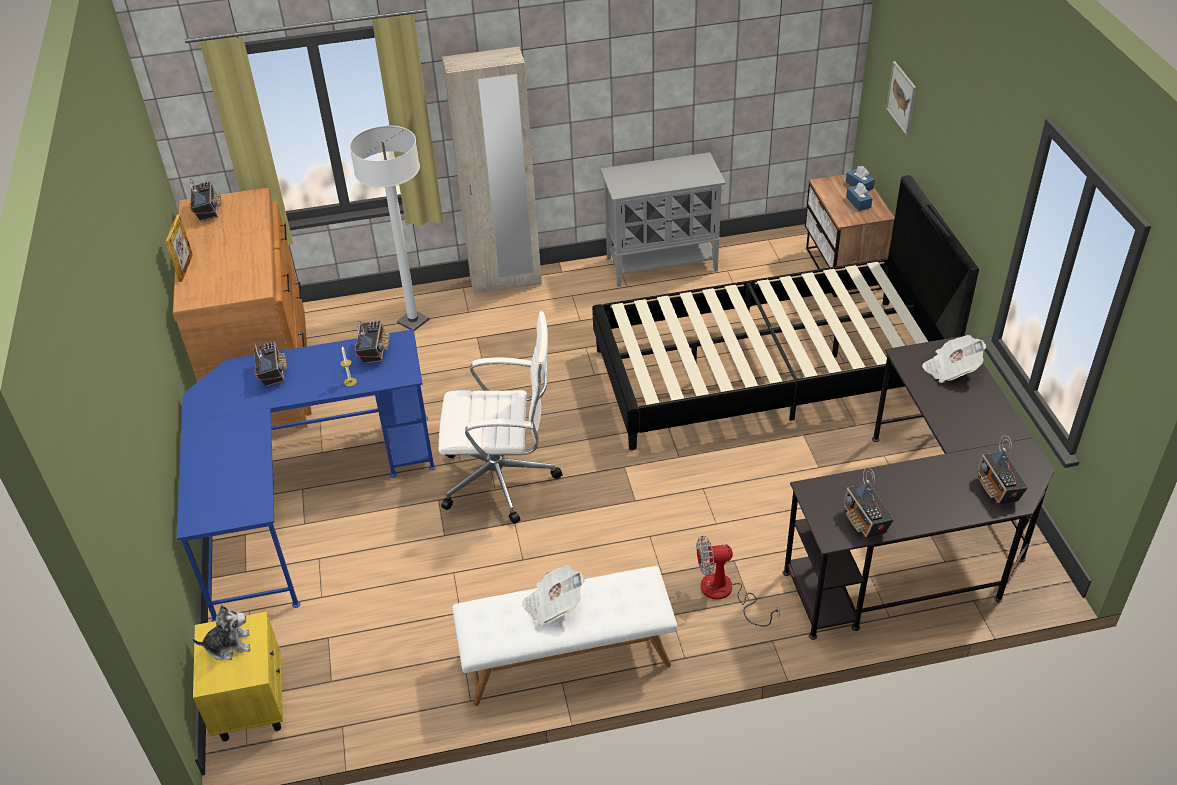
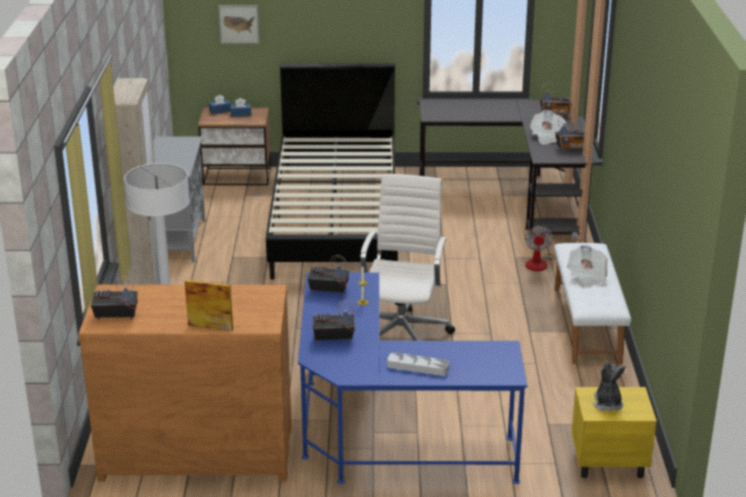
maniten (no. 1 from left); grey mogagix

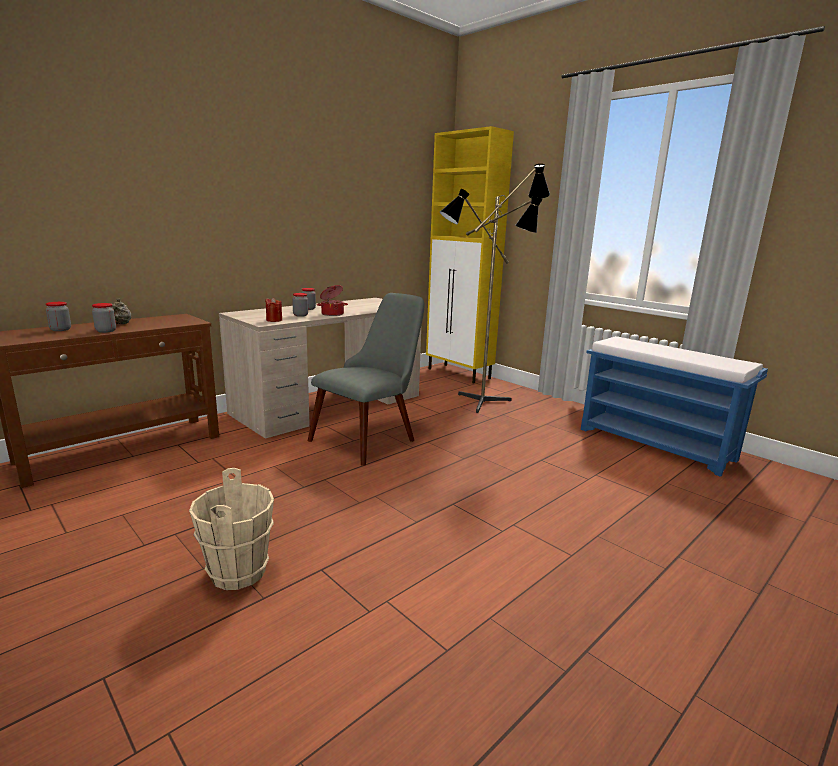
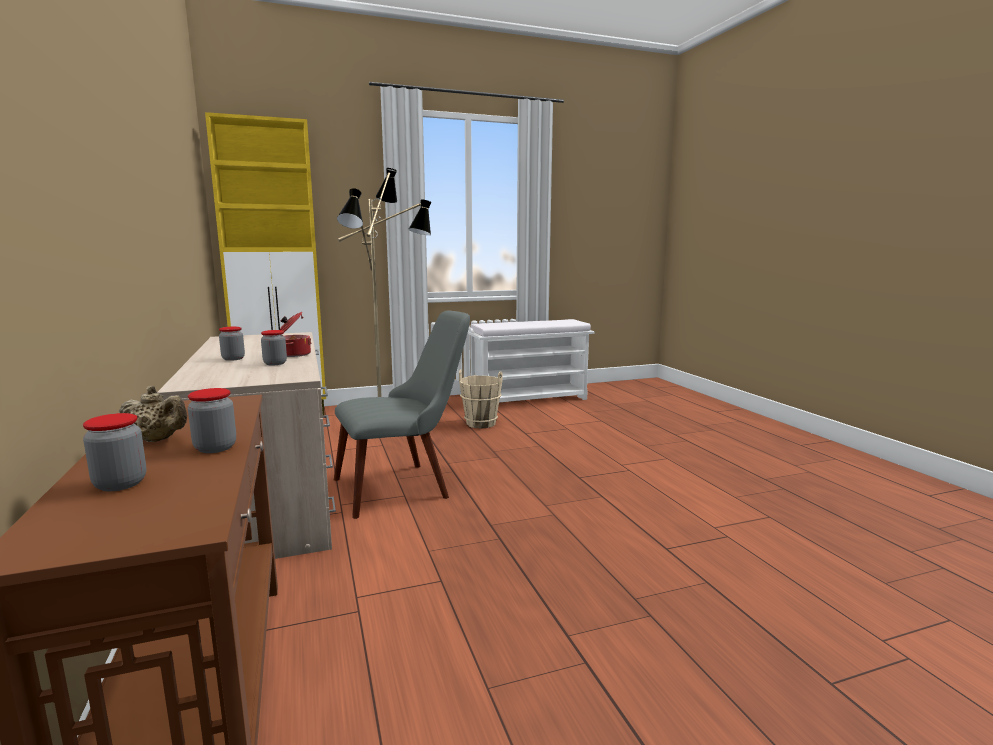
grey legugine; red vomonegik; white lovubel; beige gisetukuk

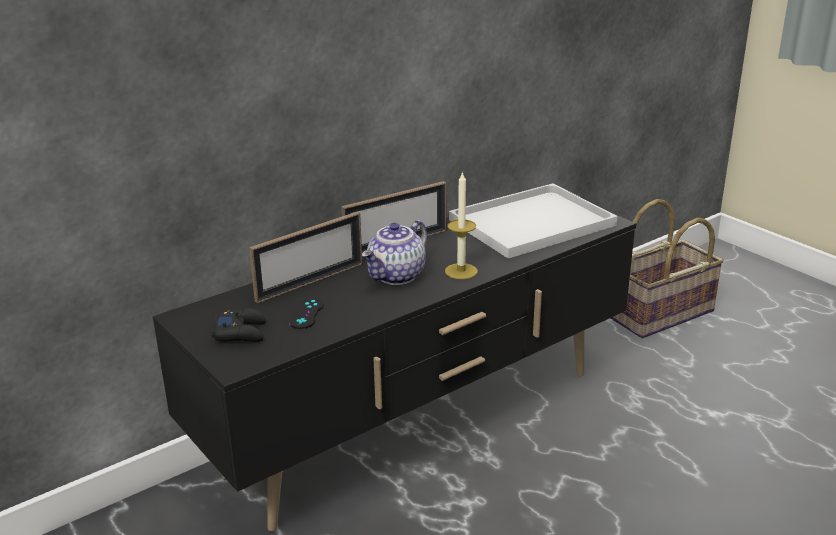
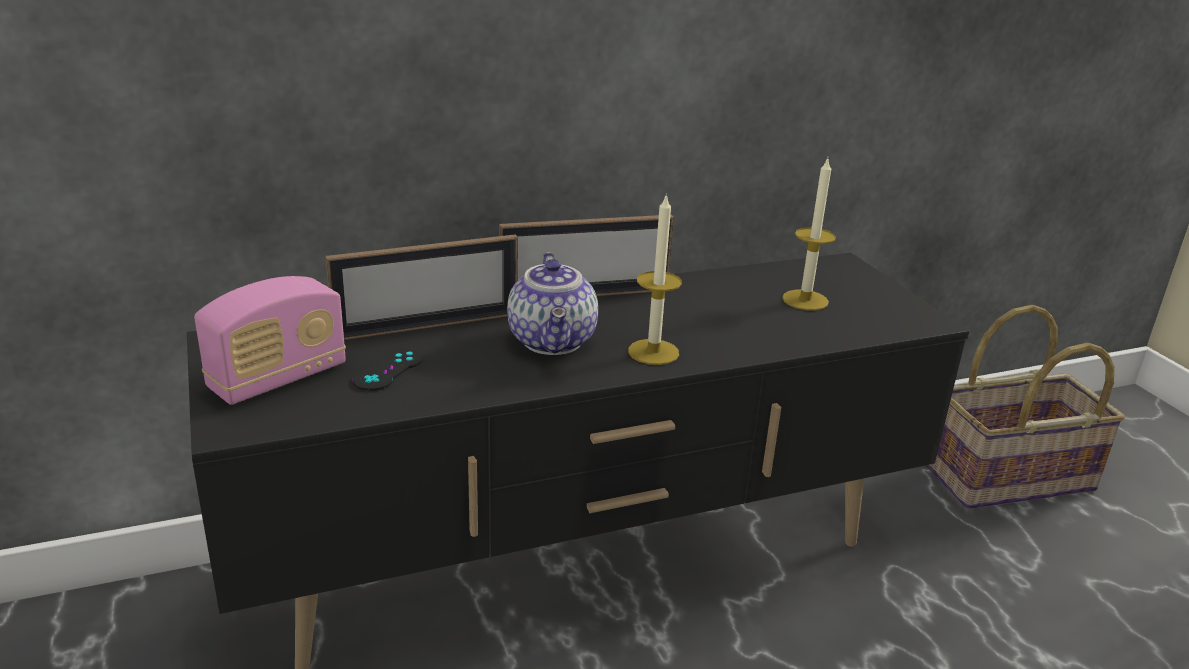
vomonegik (no. 2 from left); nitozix; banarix

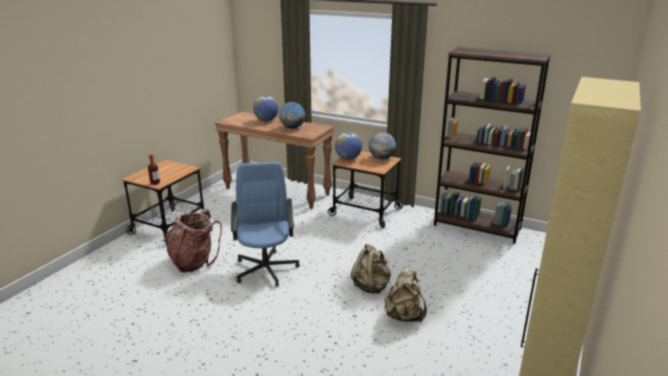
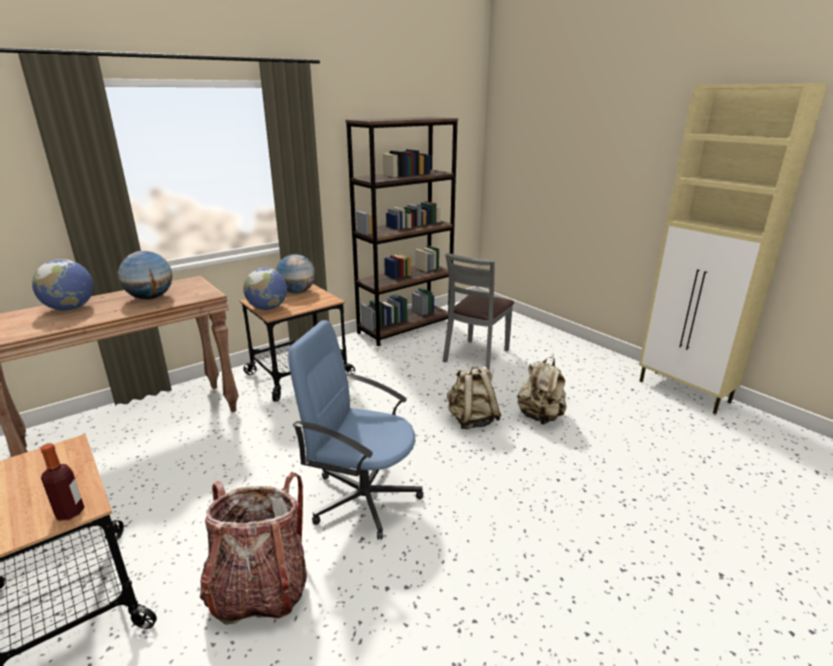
grey legugine

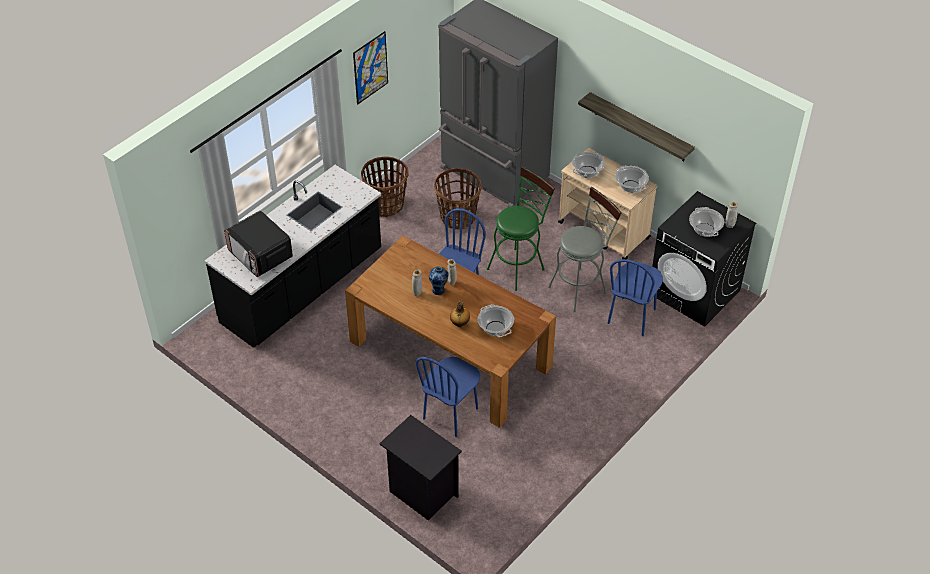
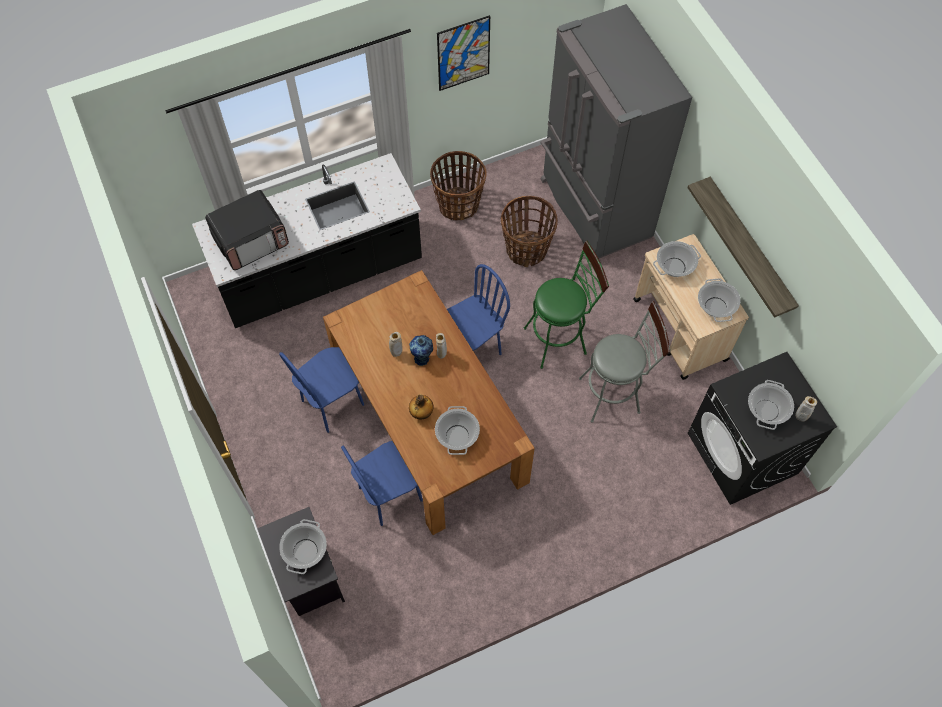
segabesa; blue legugine (no. 1 from left); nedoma (no. 1 from left)

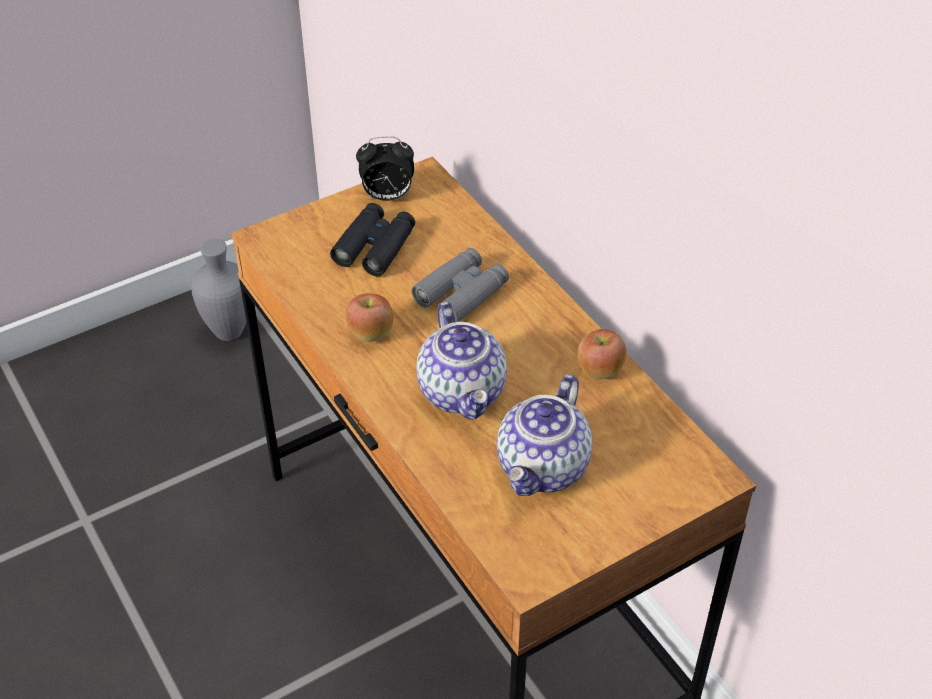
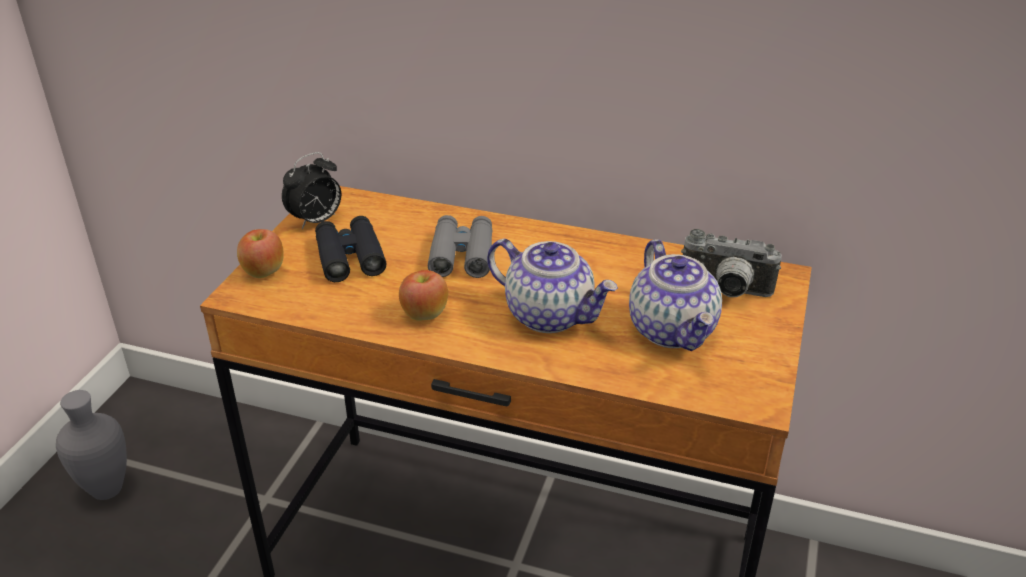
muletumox (no. 1 from left); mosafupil

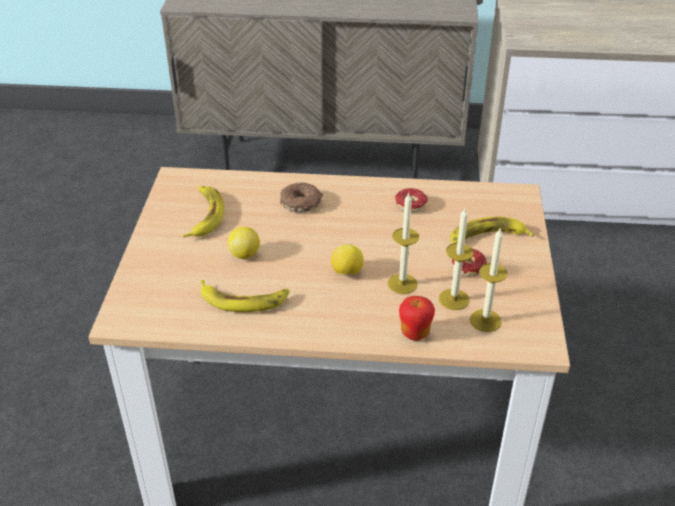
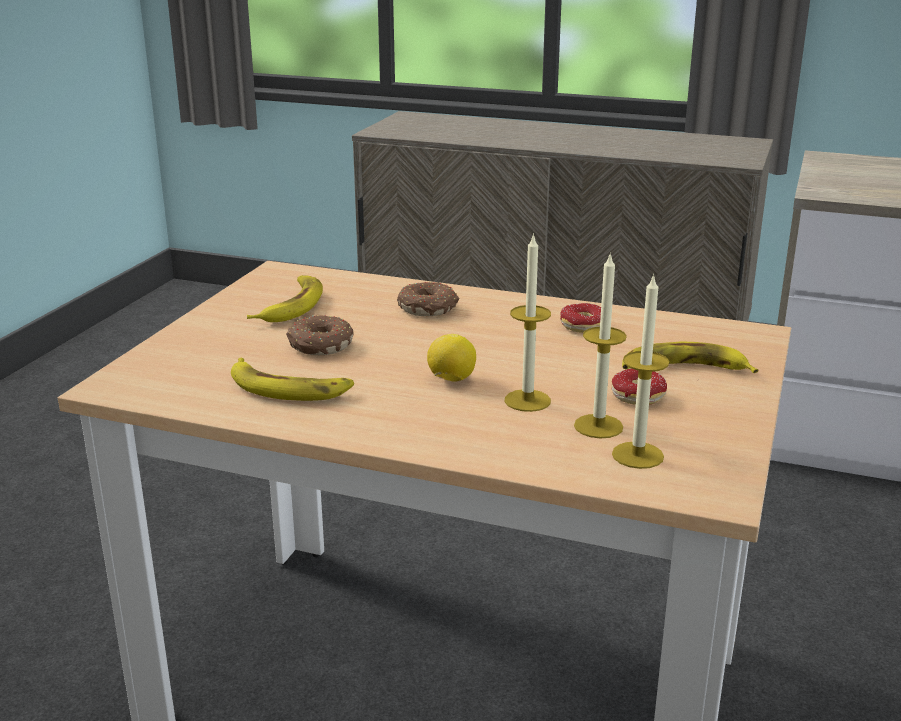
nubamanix (no. 1 from left); muletumox

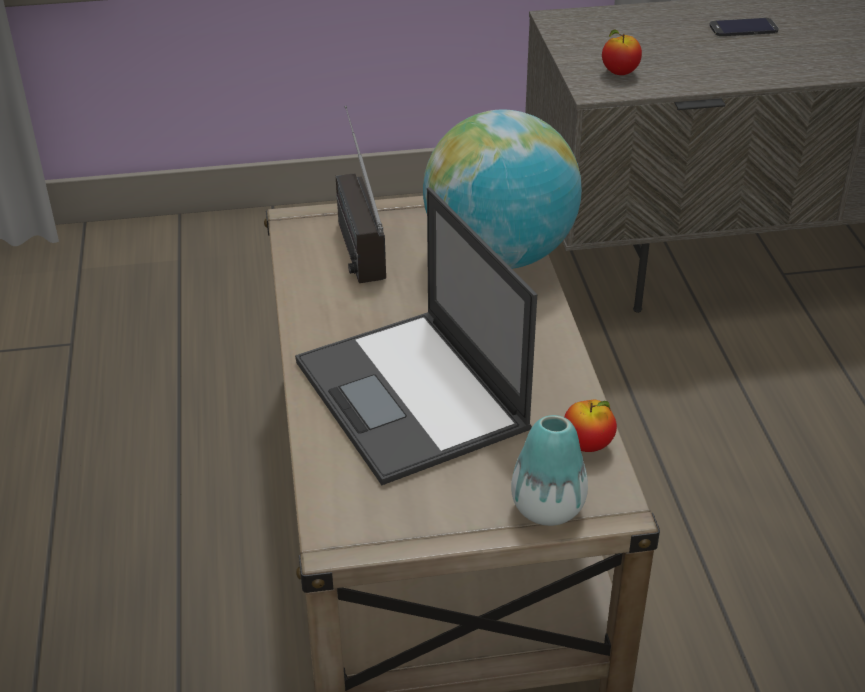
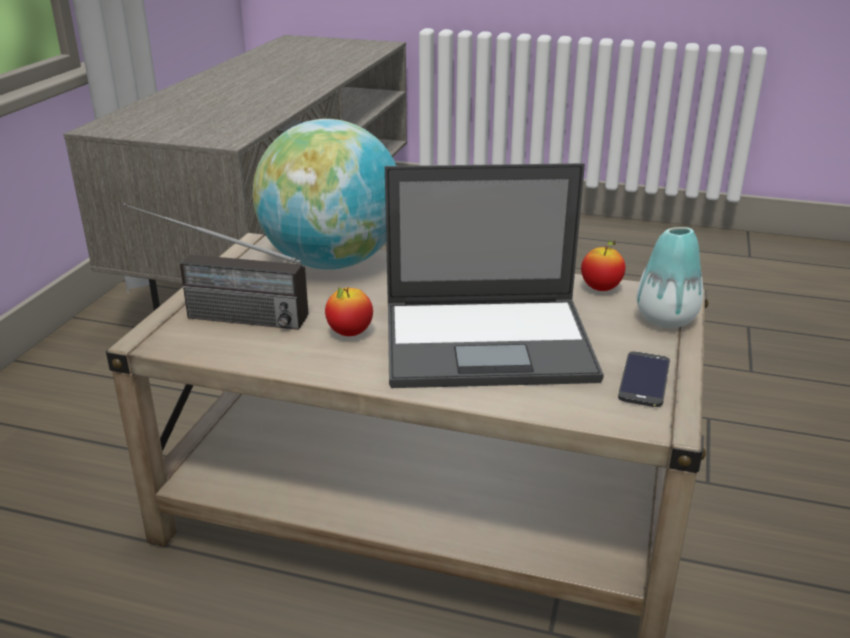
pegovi; muletumox (no. 1 from left)

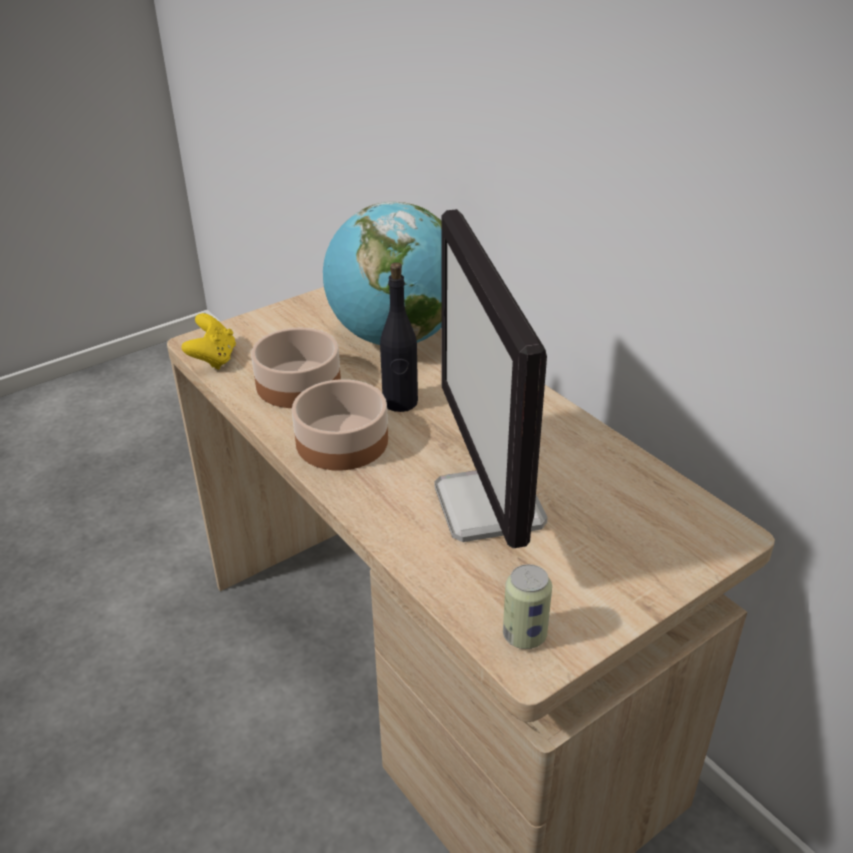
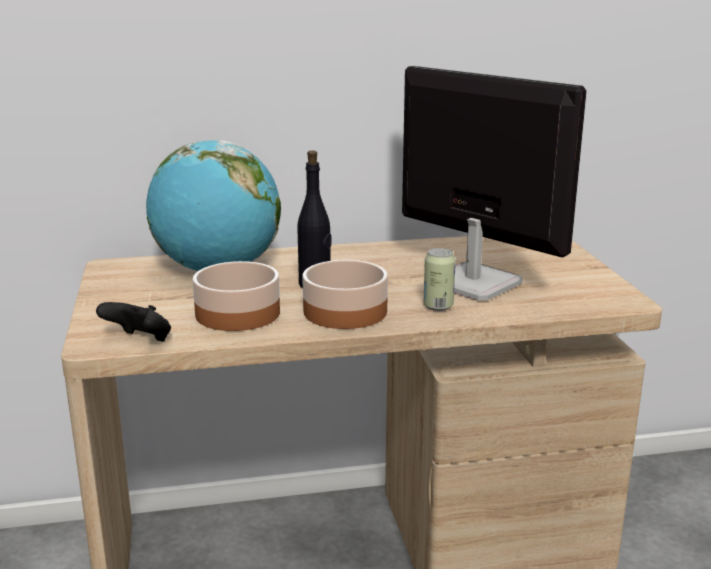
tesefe; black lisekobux; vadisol

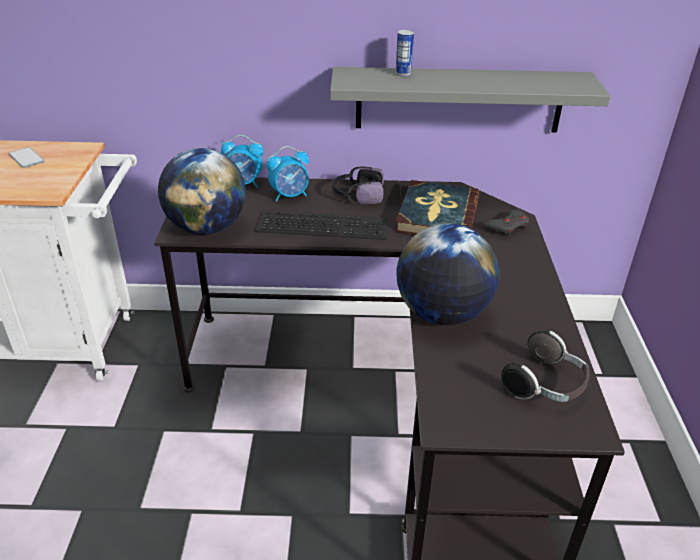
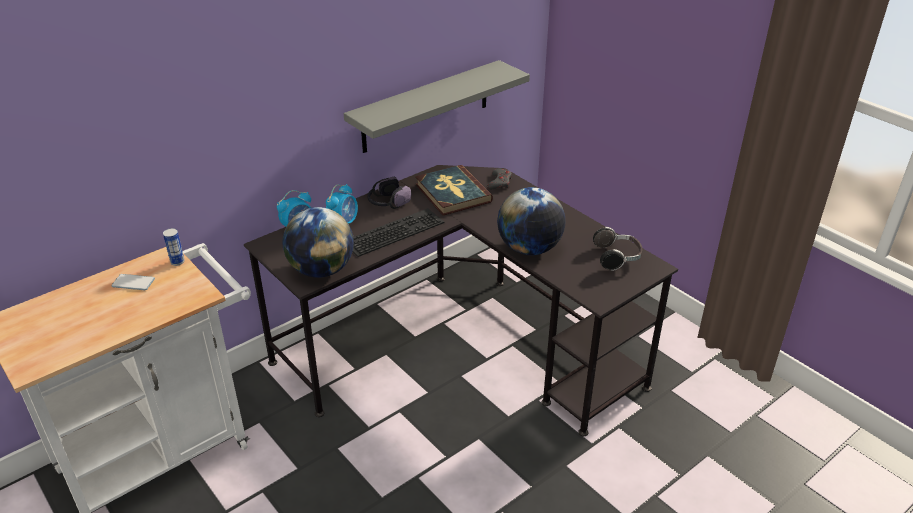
vadisol

